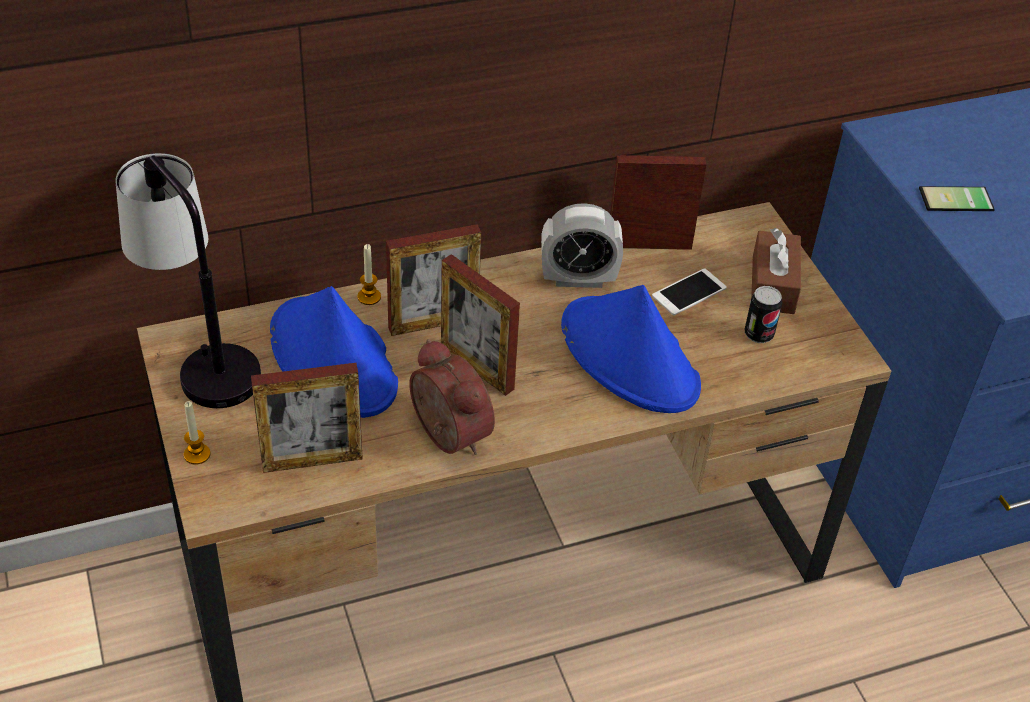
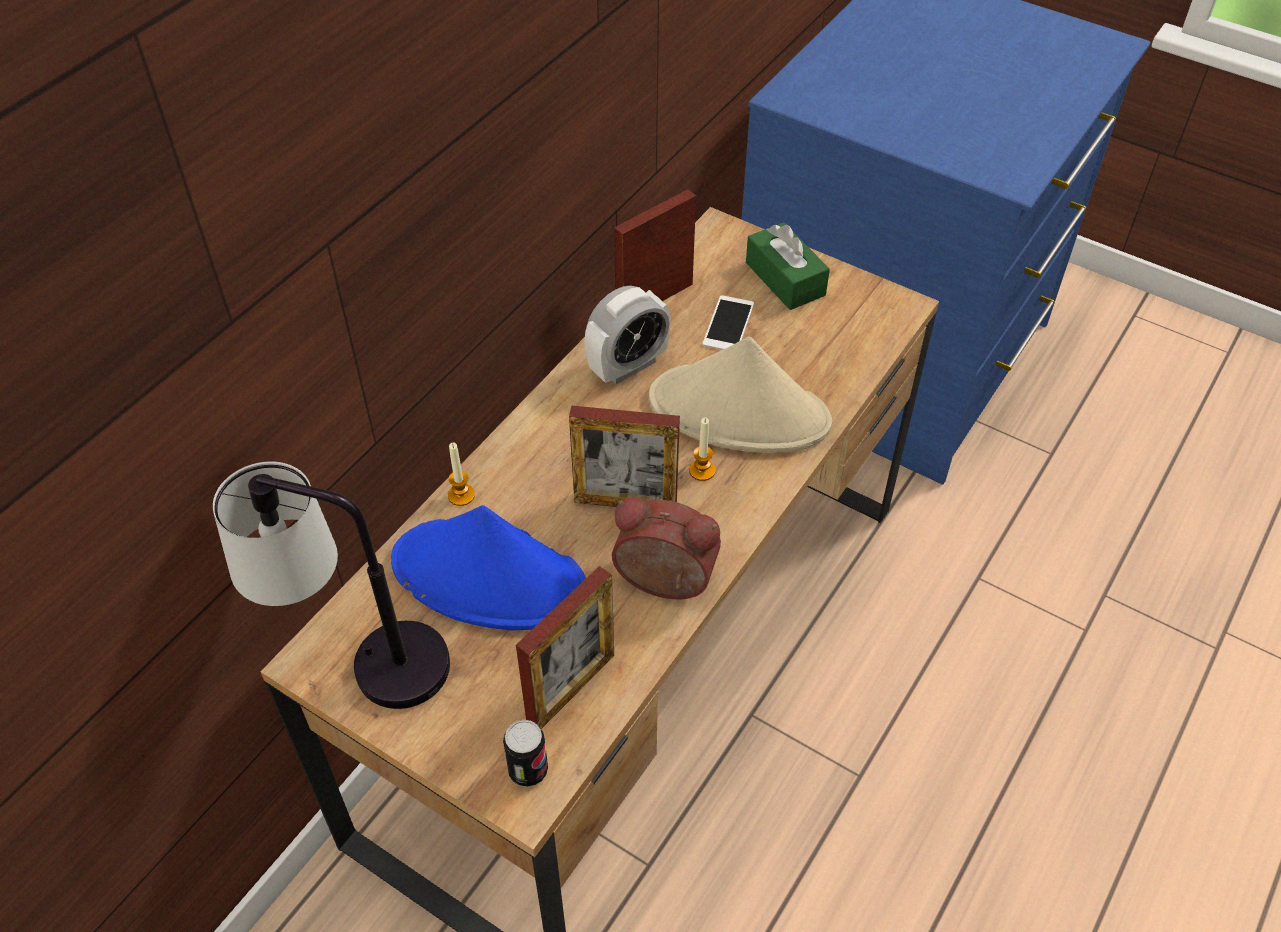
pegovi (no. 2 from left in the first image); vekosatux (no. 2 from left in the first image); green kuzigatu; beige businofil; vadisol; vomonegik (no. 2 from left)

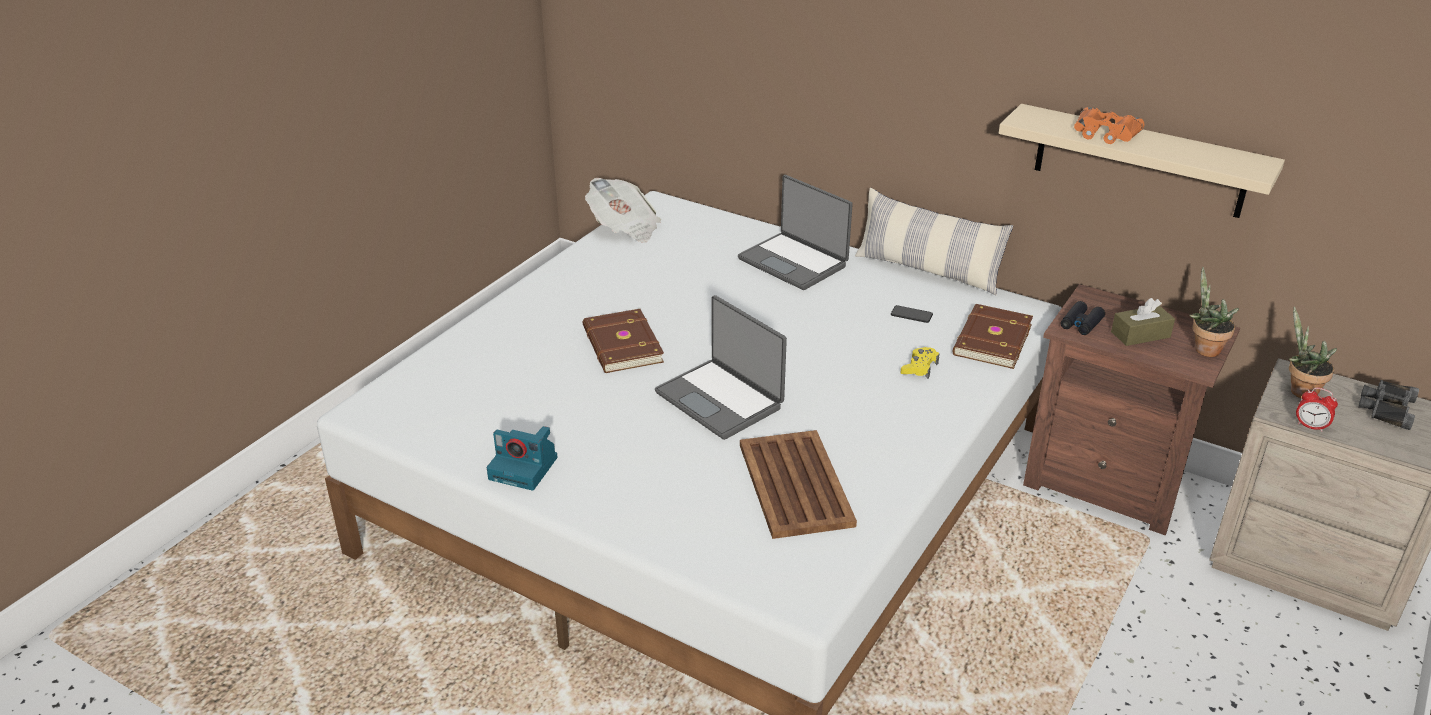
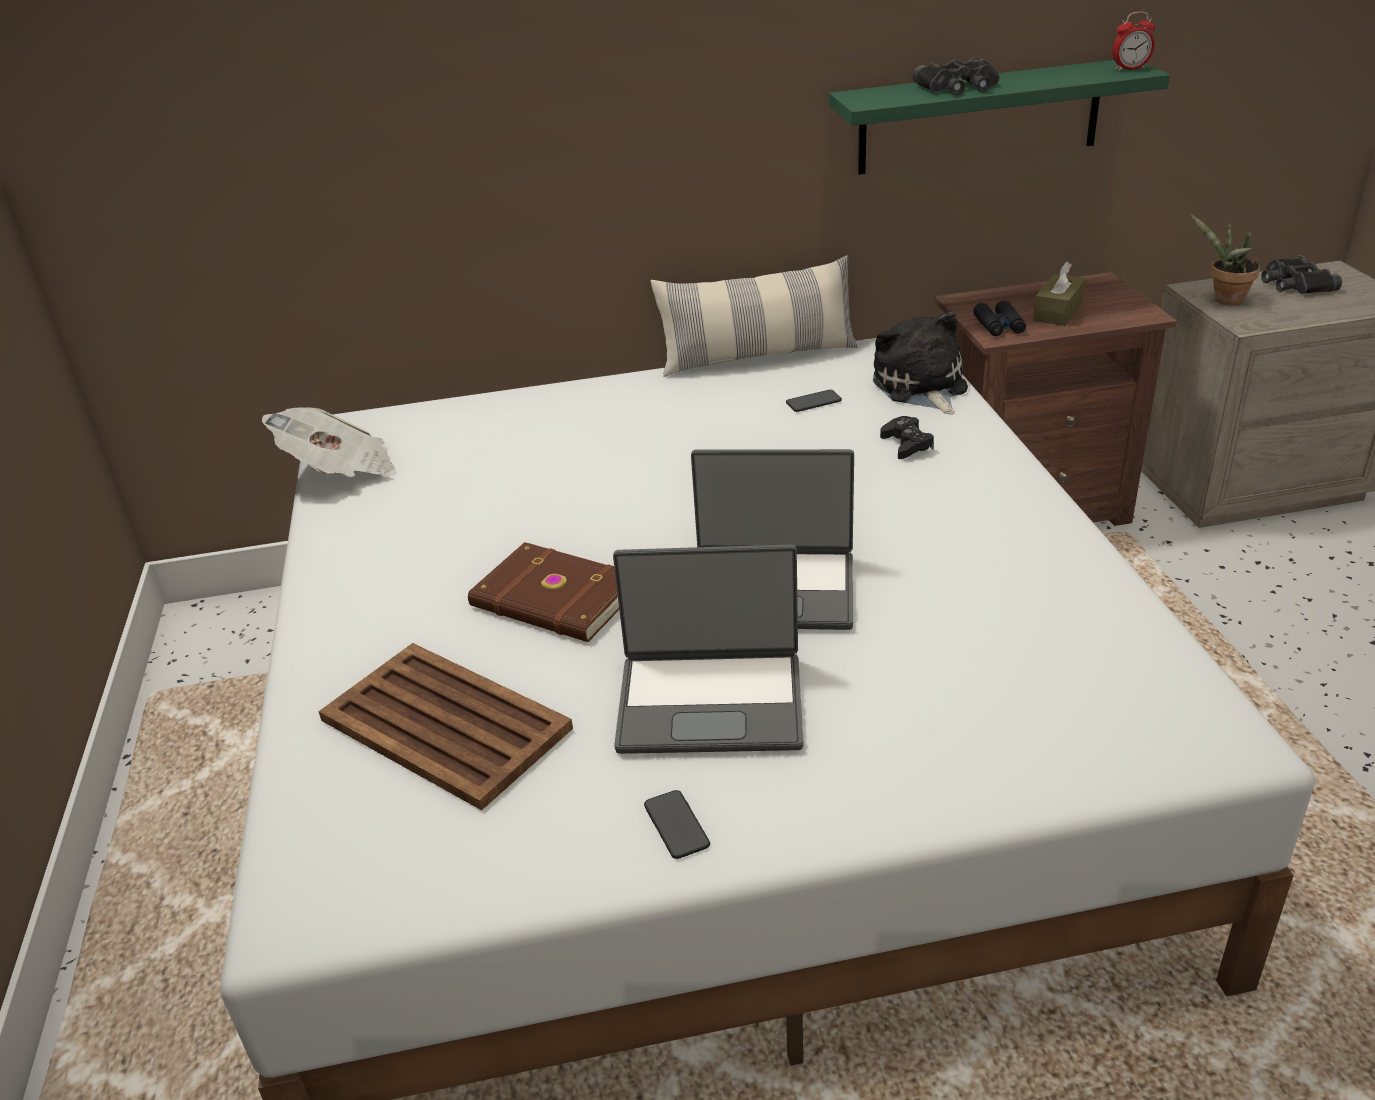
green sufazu; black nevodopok (no. 1 from left); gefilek (no. 1 from left); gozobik (no. 1 from left in the first image); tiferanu; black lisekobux; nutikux; pegovi (no. 1 from left); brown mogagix

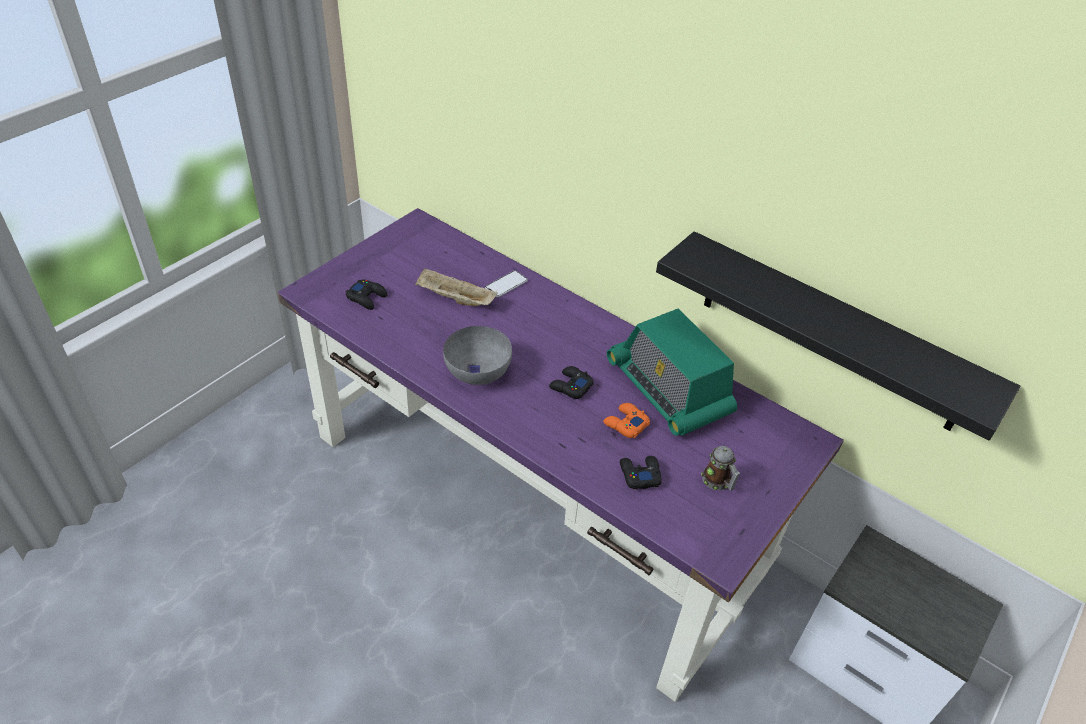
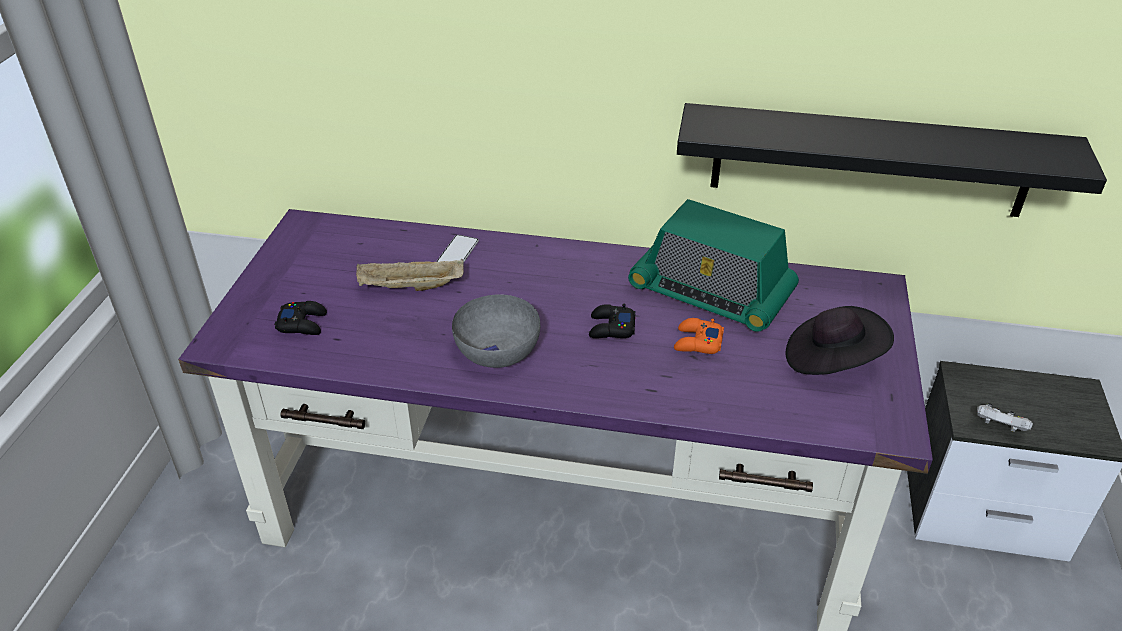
black businofil; black lisekobux (no. 3 from left in the first image); white lisekobux

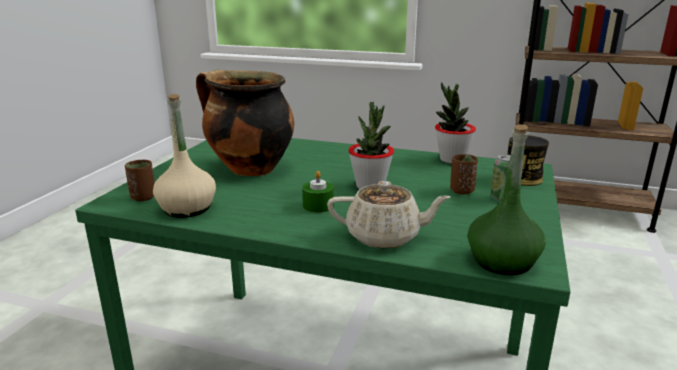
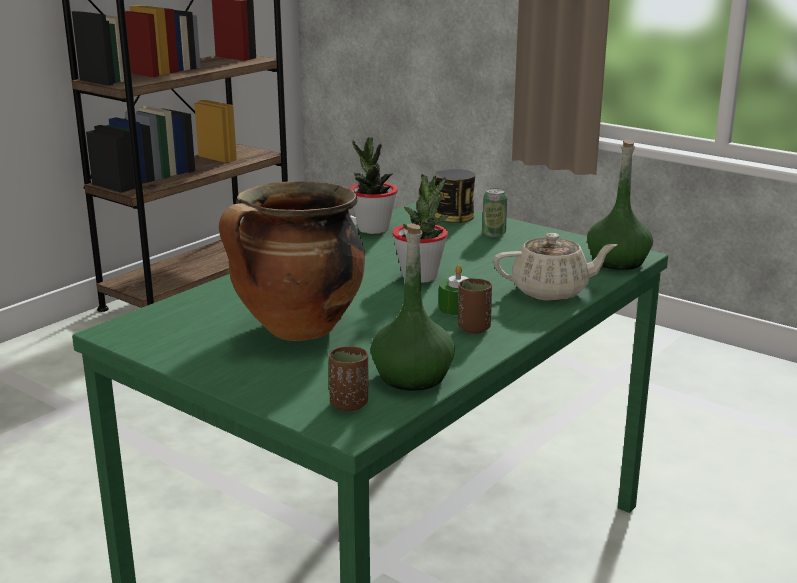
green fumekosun (no. 1 from left); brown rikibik (no. 2 from left); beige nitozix

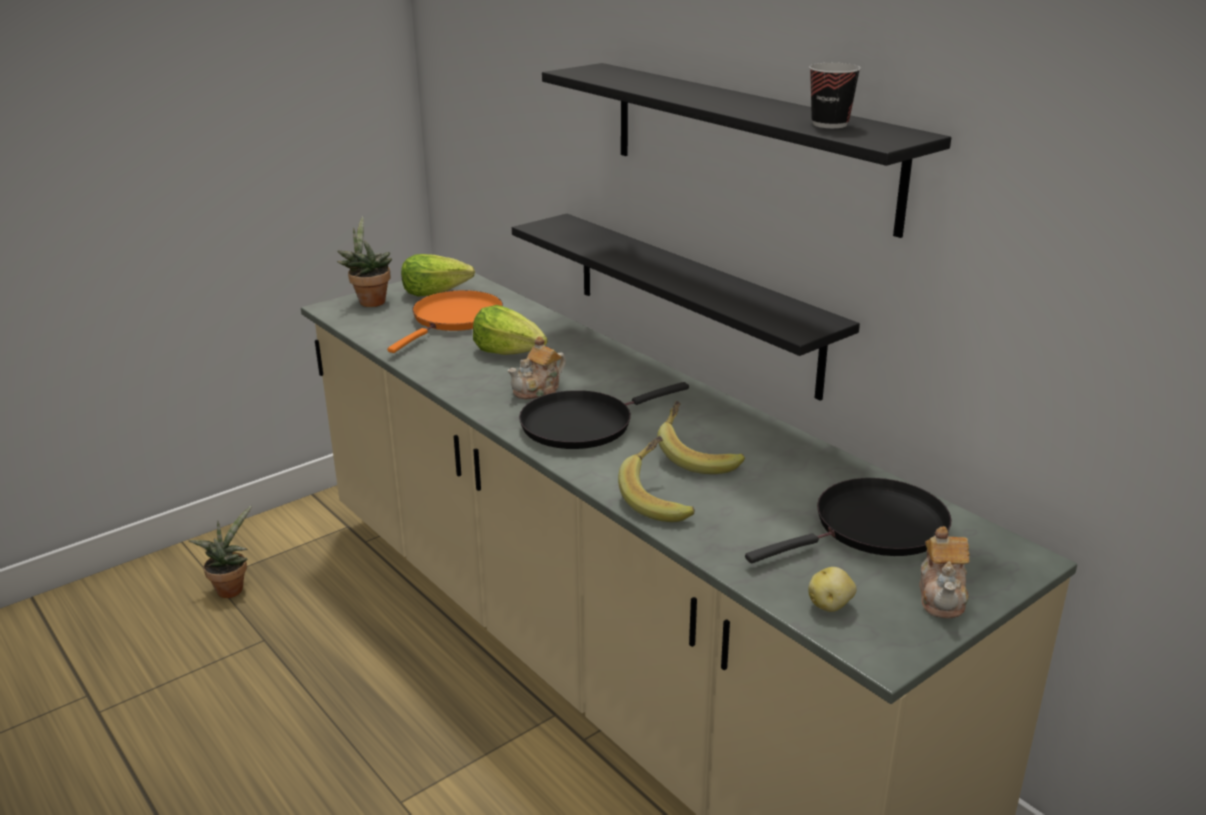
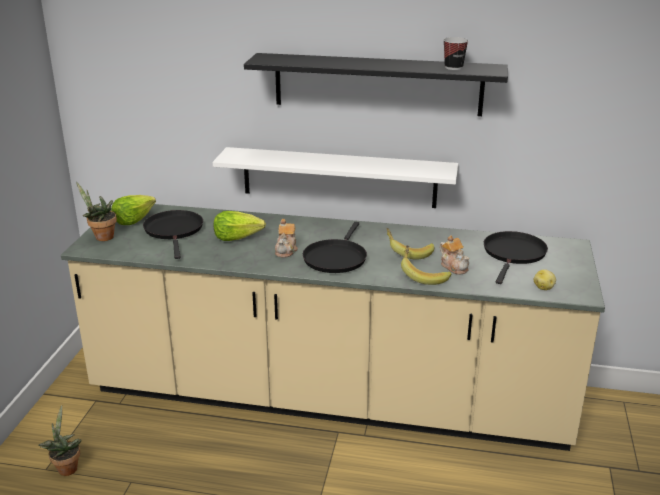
white sufazu; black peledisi (no. 1 from left); nitozix (no. 2 from left)

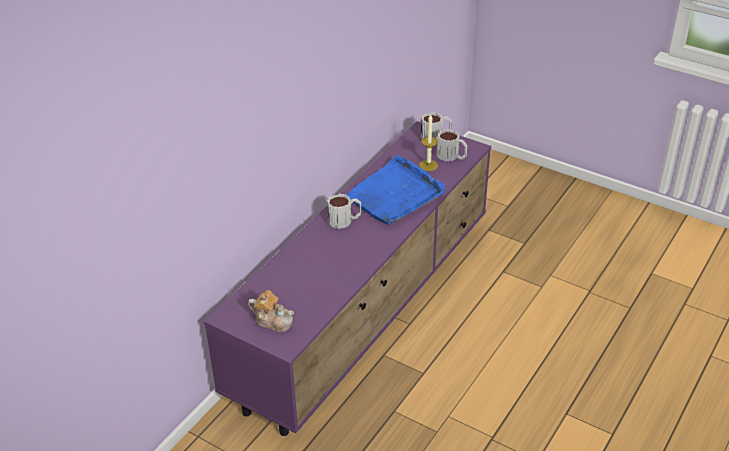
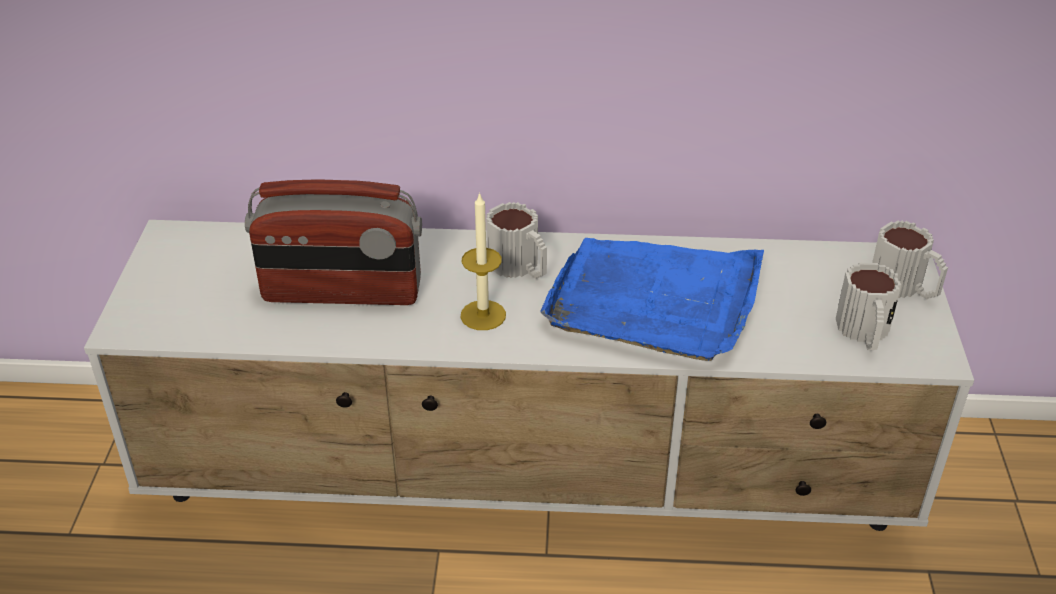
vomonegik; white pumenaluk; nitozix; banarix

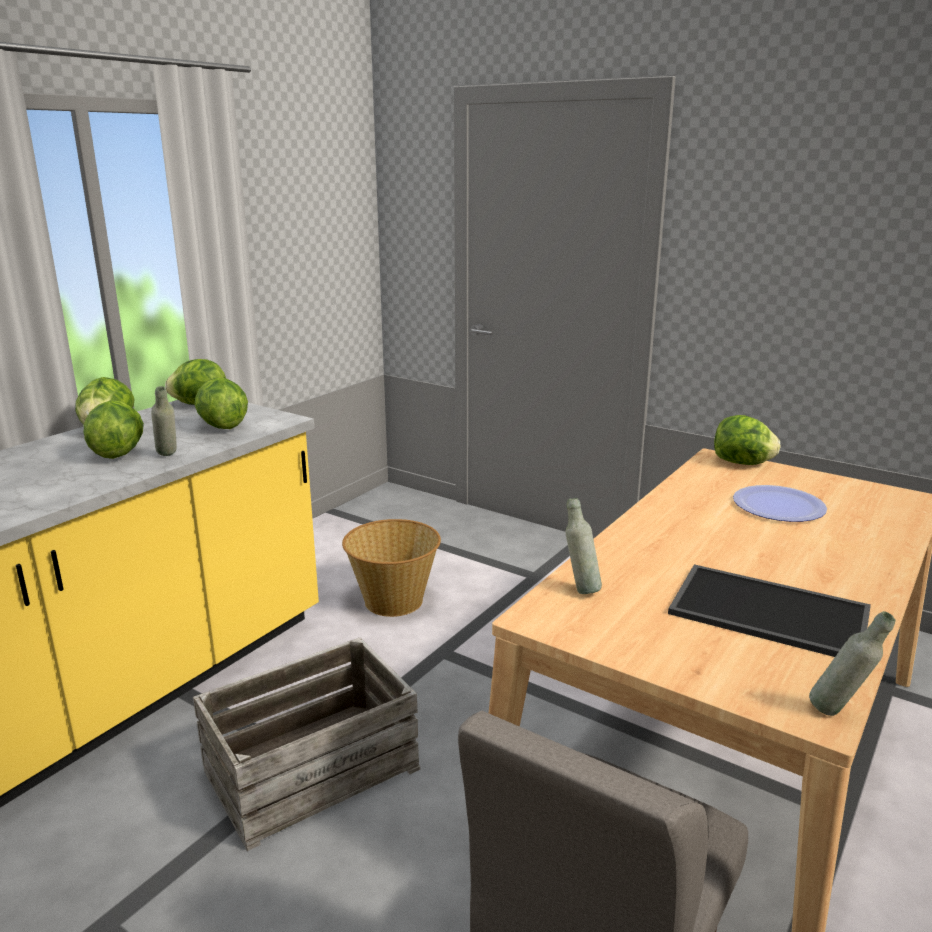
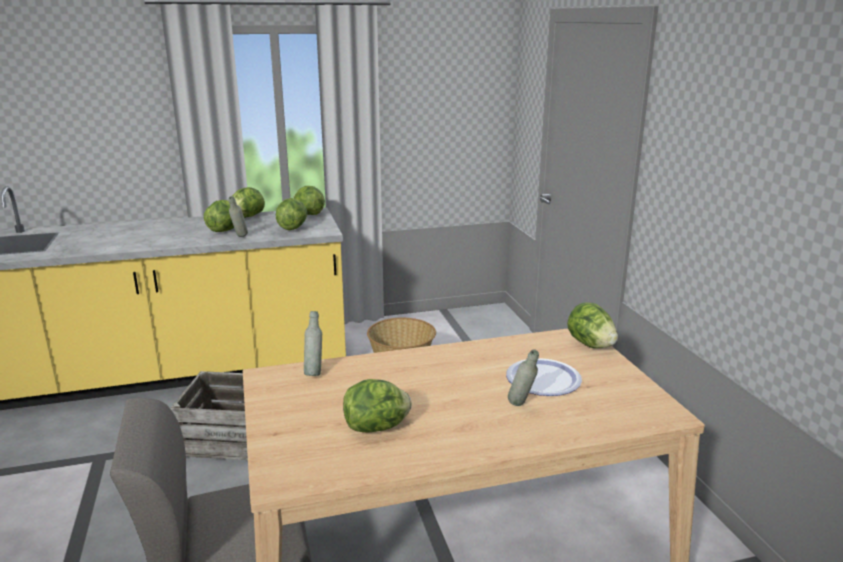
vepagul (no. 5 from left); grey fumekosun (no. 3 from left)

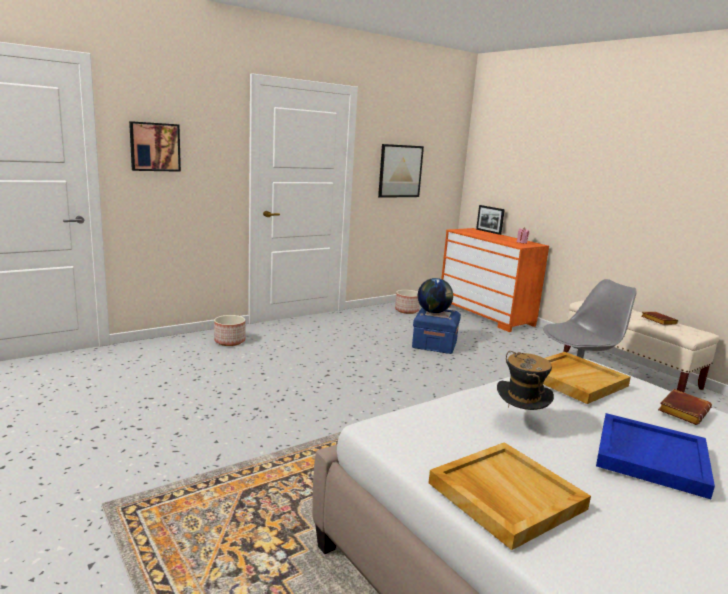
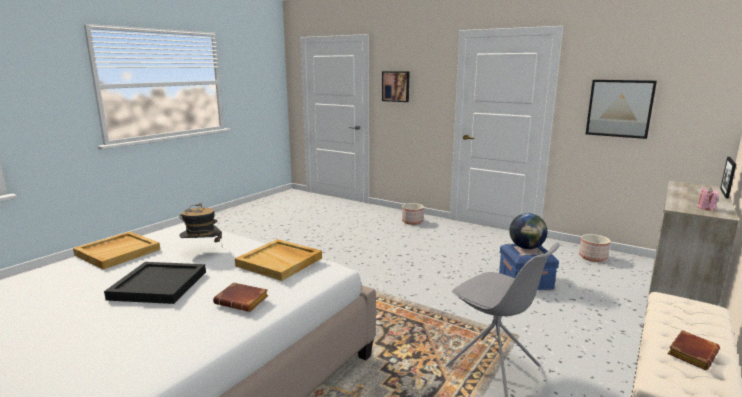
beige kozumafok; black mogagix

